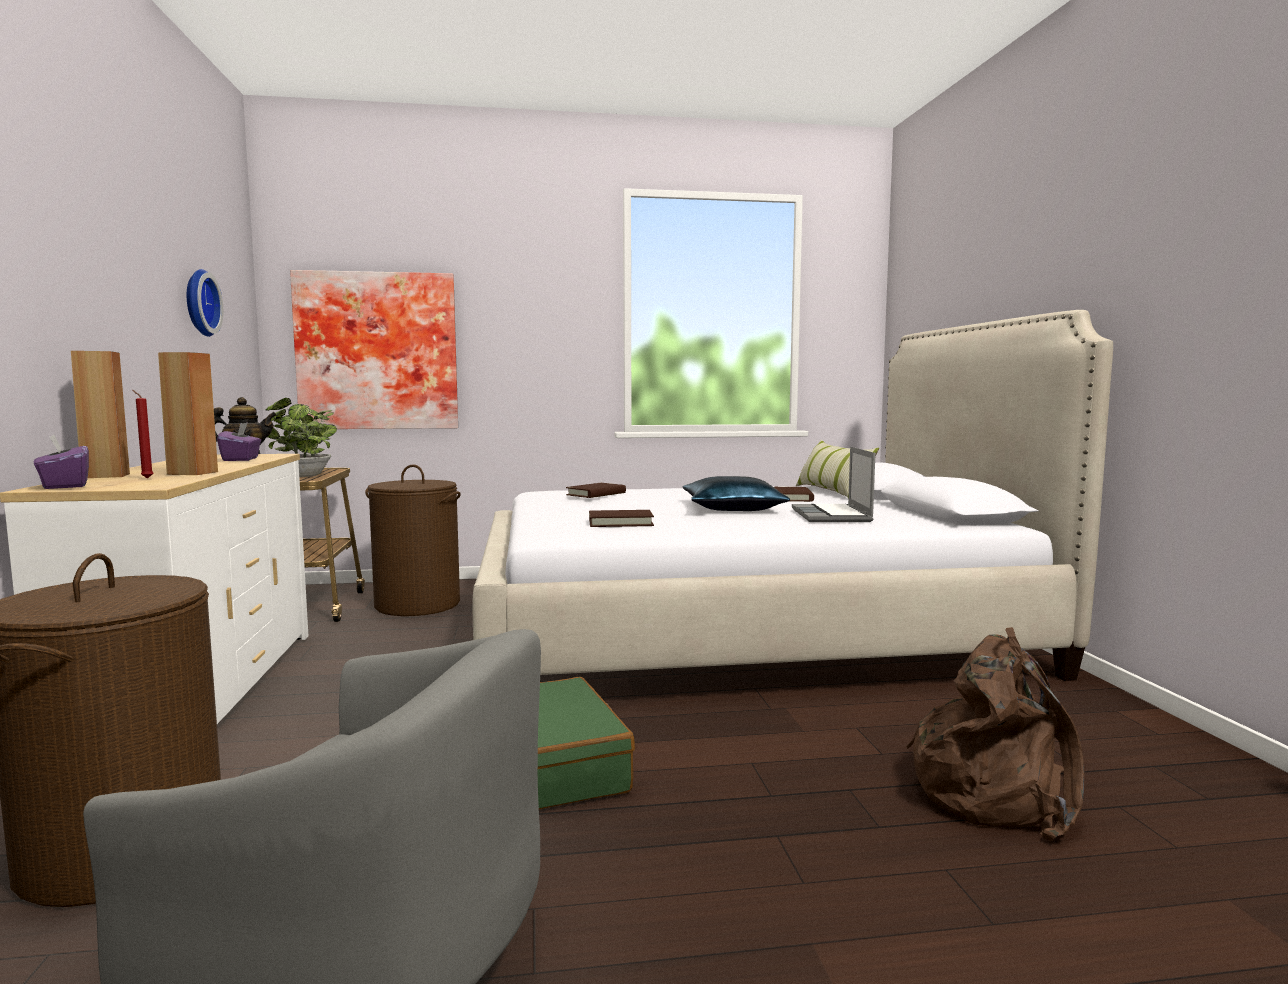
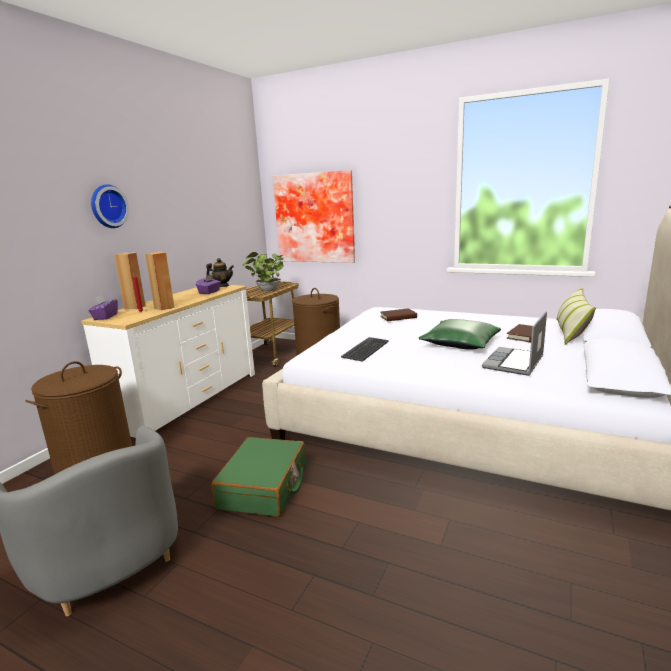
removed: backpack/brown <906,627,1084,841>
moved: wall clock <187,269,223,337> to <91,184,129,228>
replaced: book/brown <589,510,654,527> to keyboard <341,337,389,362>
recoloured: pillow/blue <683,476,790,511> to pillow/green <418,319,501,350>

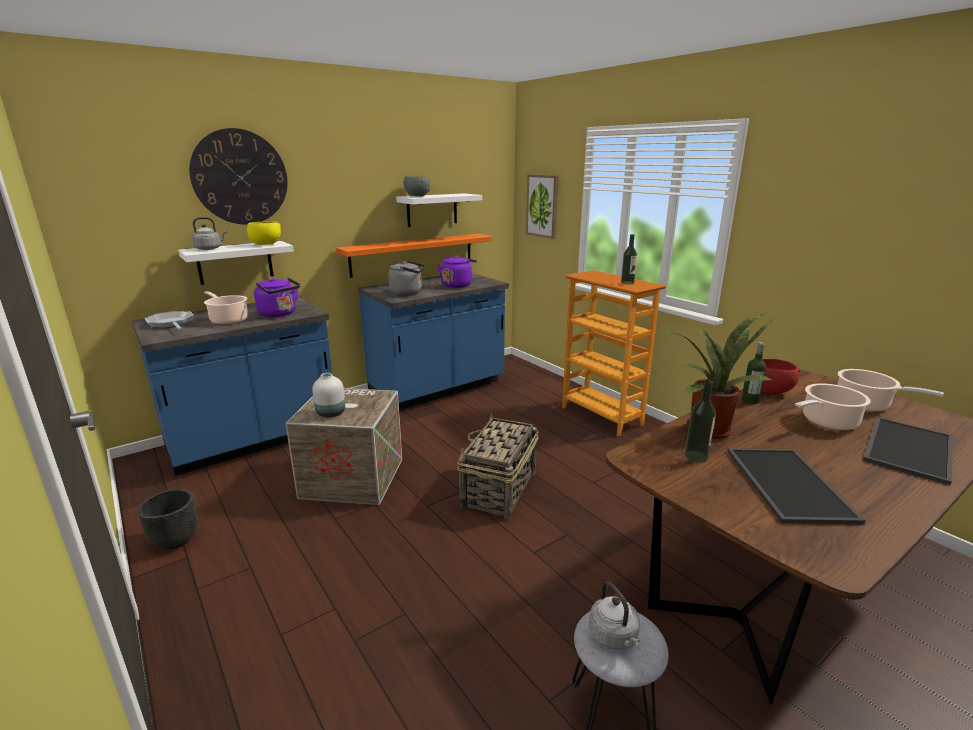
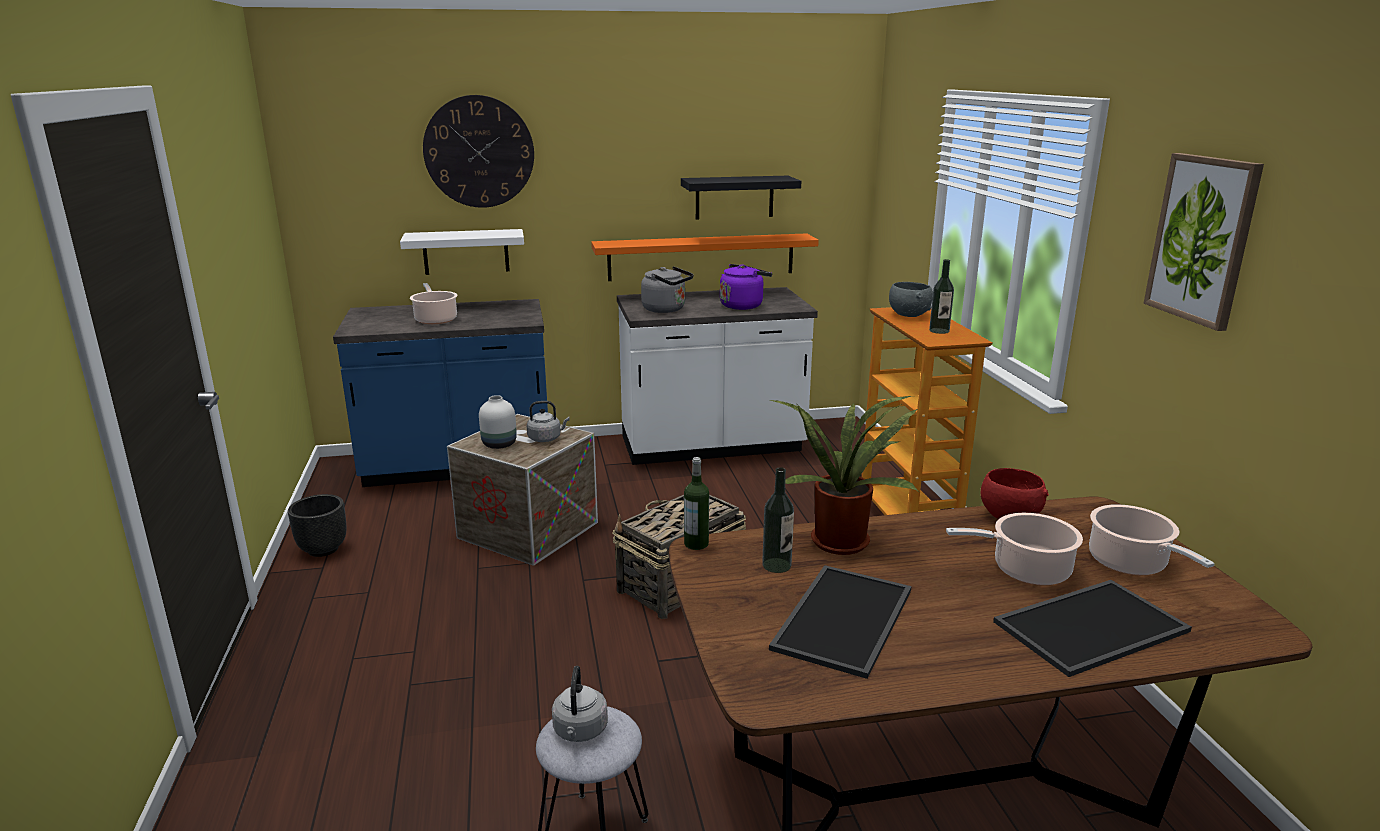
removed: bowl/yellow <247,221,281,245>; kettle/purple <254,277,300,317>; frying pan <145,311,194,330>
moved: picture <526,174,558,239> to <1144,153,1264,331>; bowl/grey <404,176,430,196> to <889,282,933,317>; kettle/grey <192,217,227,250> to <527,401,570,442>; bottle <741,342,766,404> to <684,457,709,550>
recoloured: shelf/white <396,193,482,227> to shelf/black <681,176,801,219>; counter/blue <358,273,509,410> to counter/white <617,287,818,465>

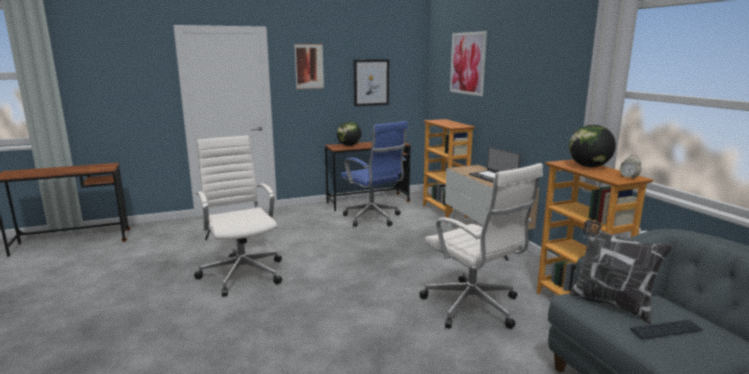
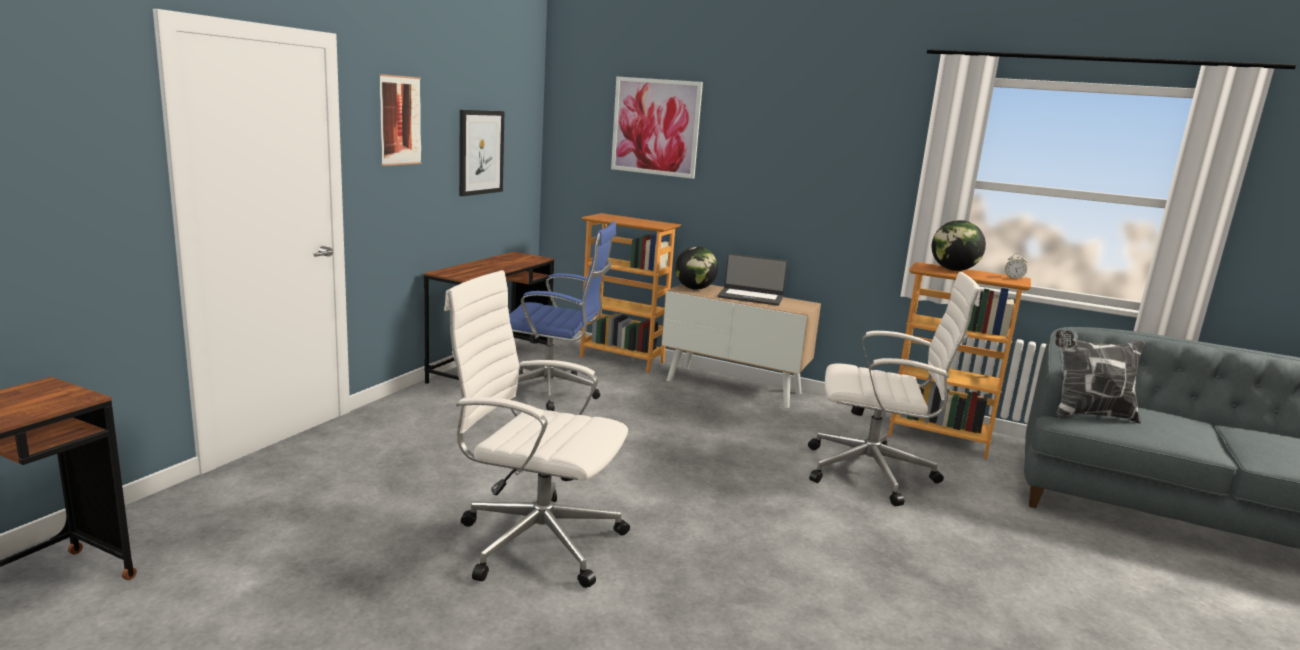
removed: keyboard <630,319,703,339>
moved: globe <337,121,362,146> to <675,247,718,290>

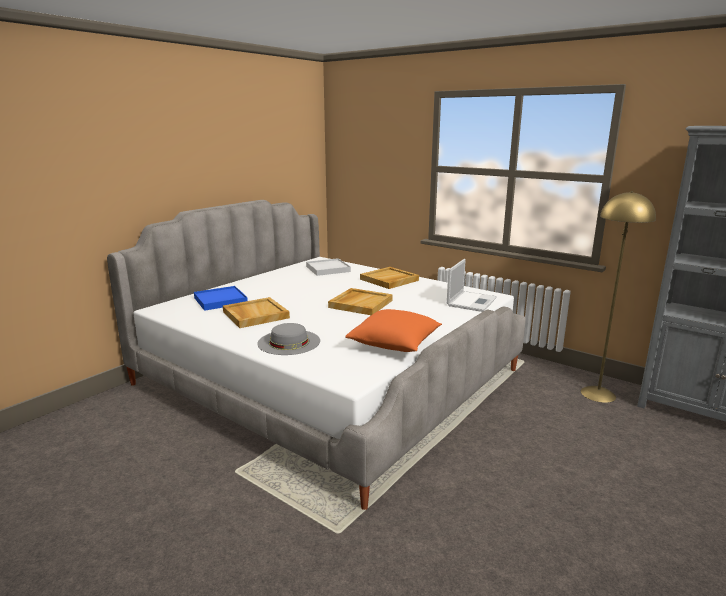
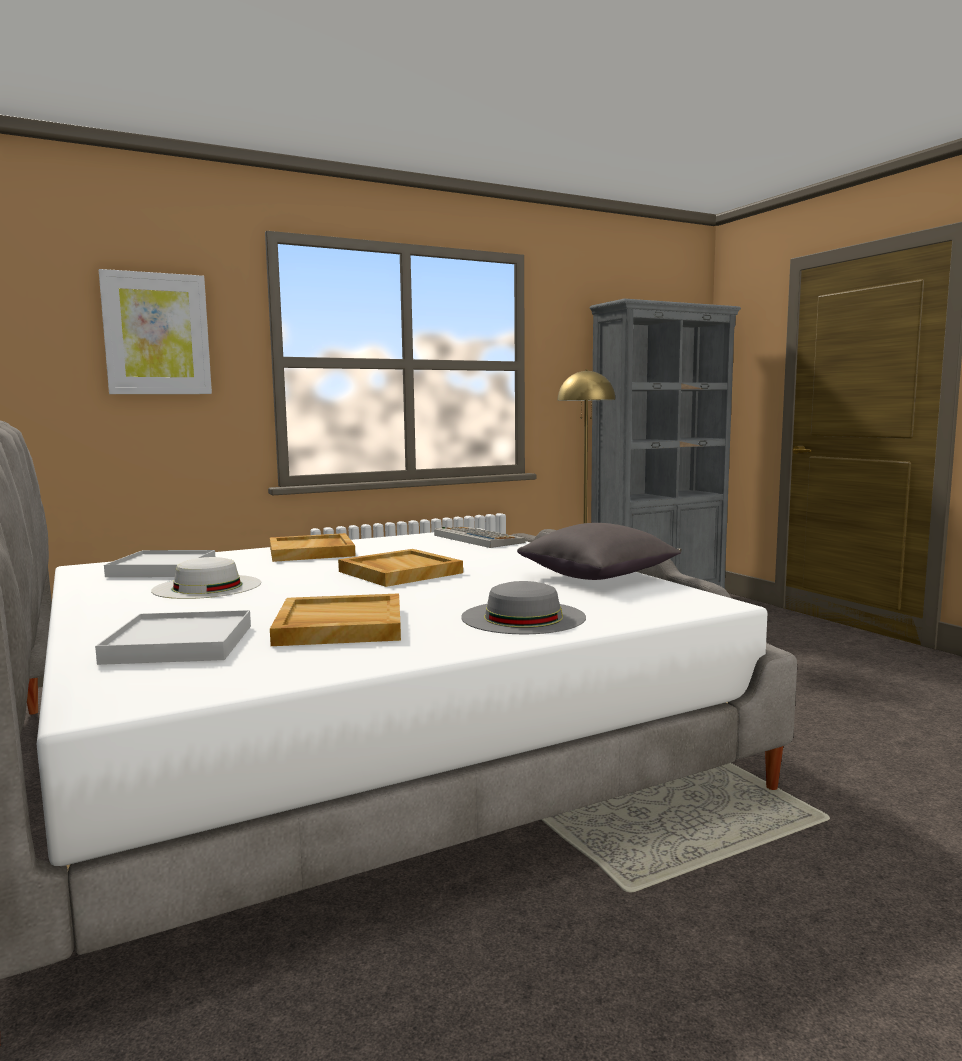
added: picture <99,269,212,394>; hat/white <151,557,261,599>
replaced: laptop <447,259,497,312> to keyboard <434,527,526,548>
recoloured: tray/blue <194,286,248,311> to tray/white <95,610,251,665>; pillow/orange <345,309,442,352> to pillow/grey <517,523,681,580>

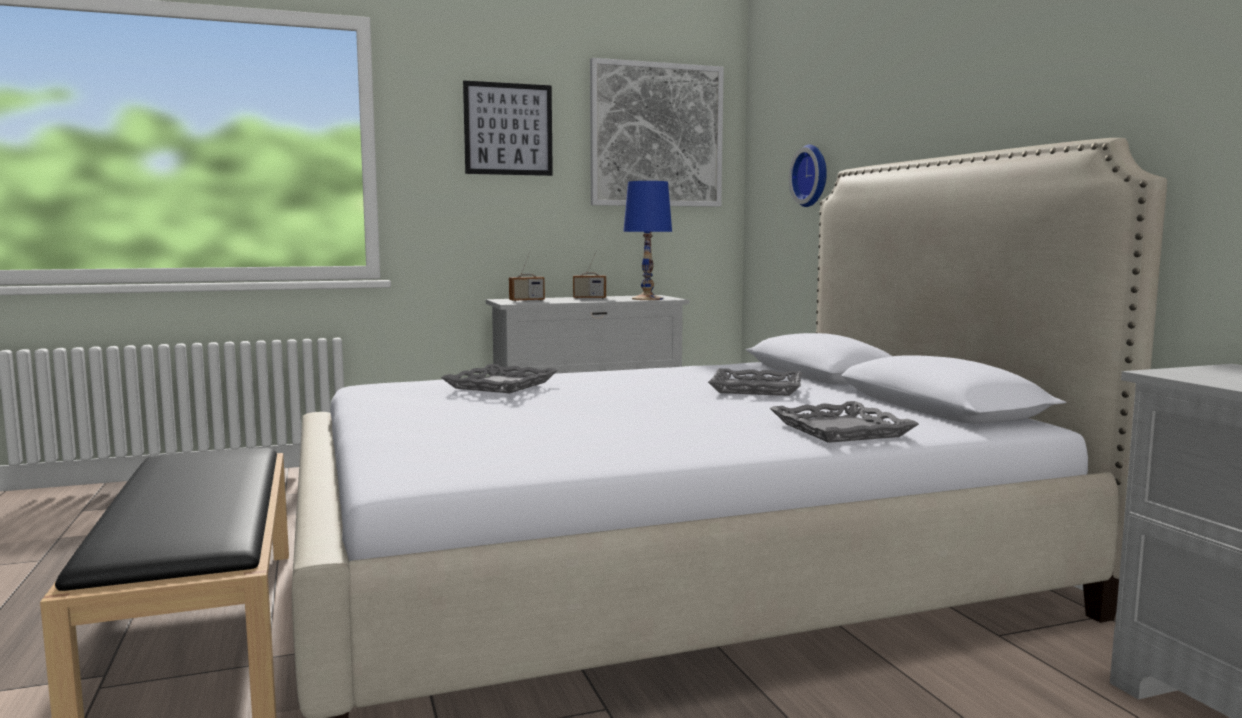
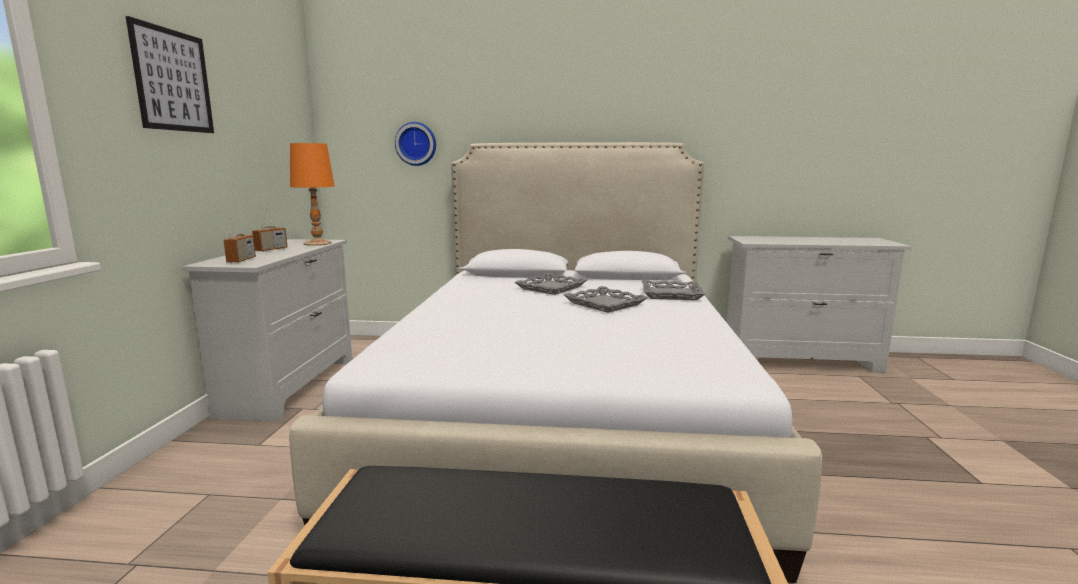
removed: picture <590,58,724,207>
moved: tray/grey <441,364,558,393> to <564,286,648,313>
recoloured: table lamp/blue <623,181,672,300> to table lamp/orange <290,143,335,246>

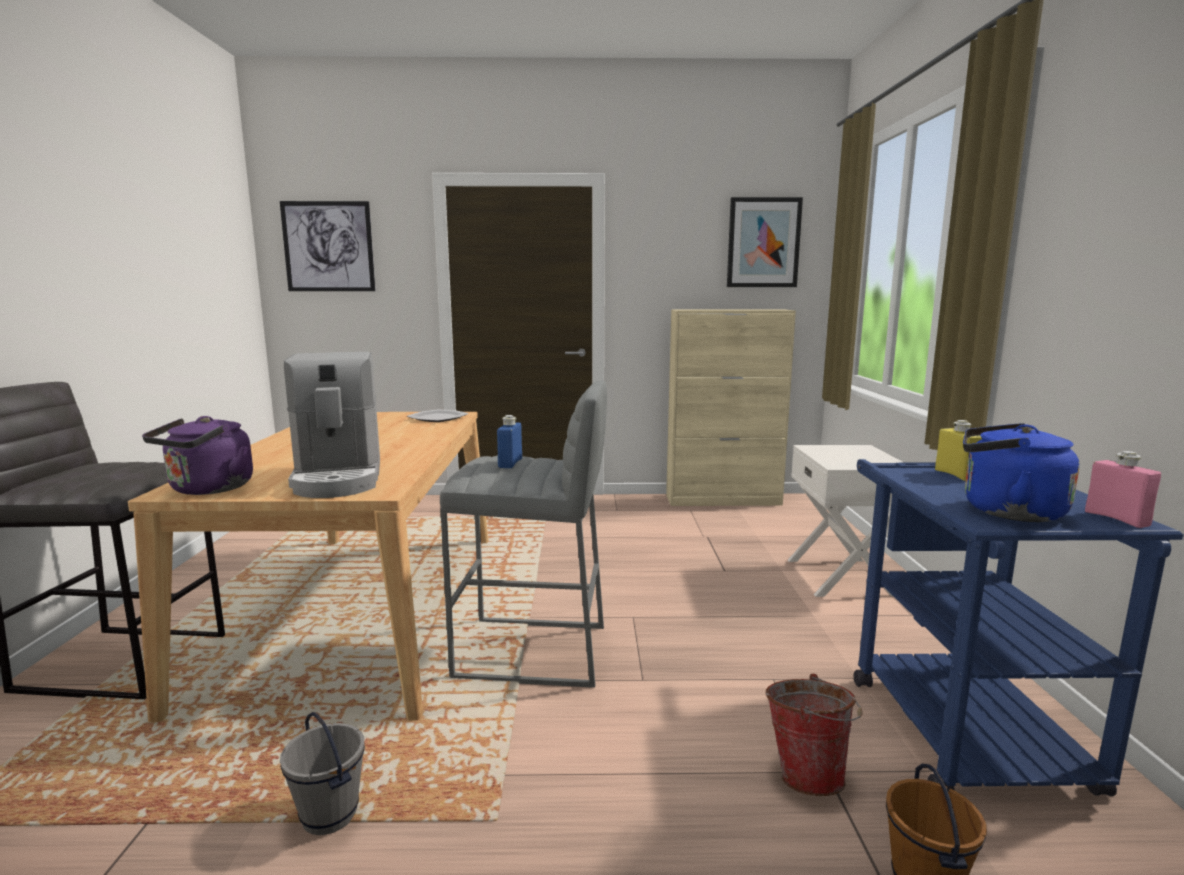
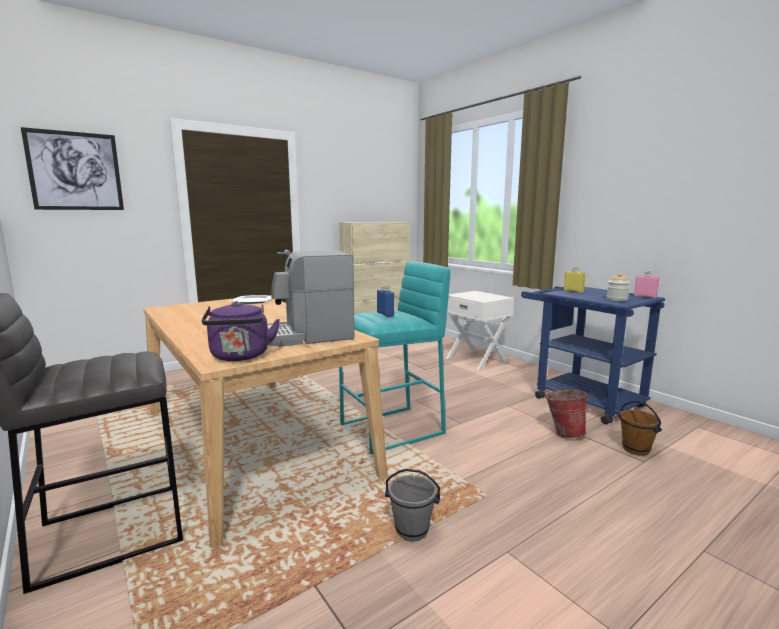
removed: picture <727,197,803,287>
replaced: kettle/blue <963,423,1080,522> to jar <606,273,630,301>
recoloured: stool/grey <440,380,607,688> to stool/turquoise <339,262,451,454>
turned: coffee machine <284,352,380,498> = <267,250,354,347> 120 degrees clockwise

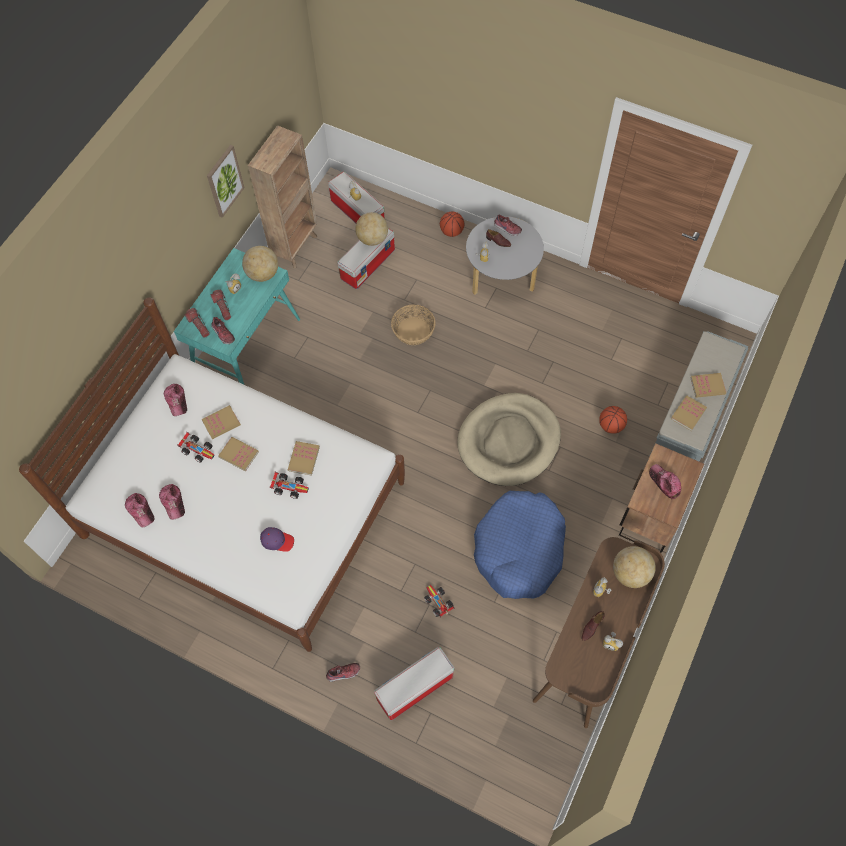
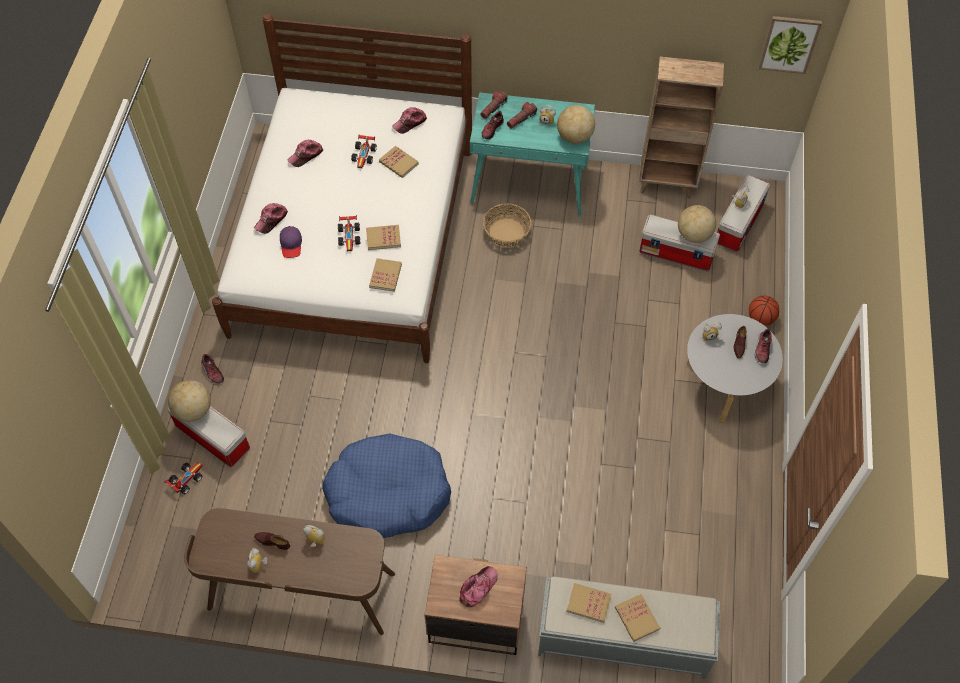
removed: dog bed/beige <457,393,561,486>; basketball <599,406,627,434>
moved: picture <207,145,245,218> to <759,16,822,74>; basket <391,305,436,345> to <483,203,532,247>; book <218,437,259,471> to <369,258,402,292>; cap <125,493,155,527> to <254,203,288,234>; globe <613,546,656,588> to <168,380,211,422>; toy car <424,585,455,618> to <164,462,203,494>

